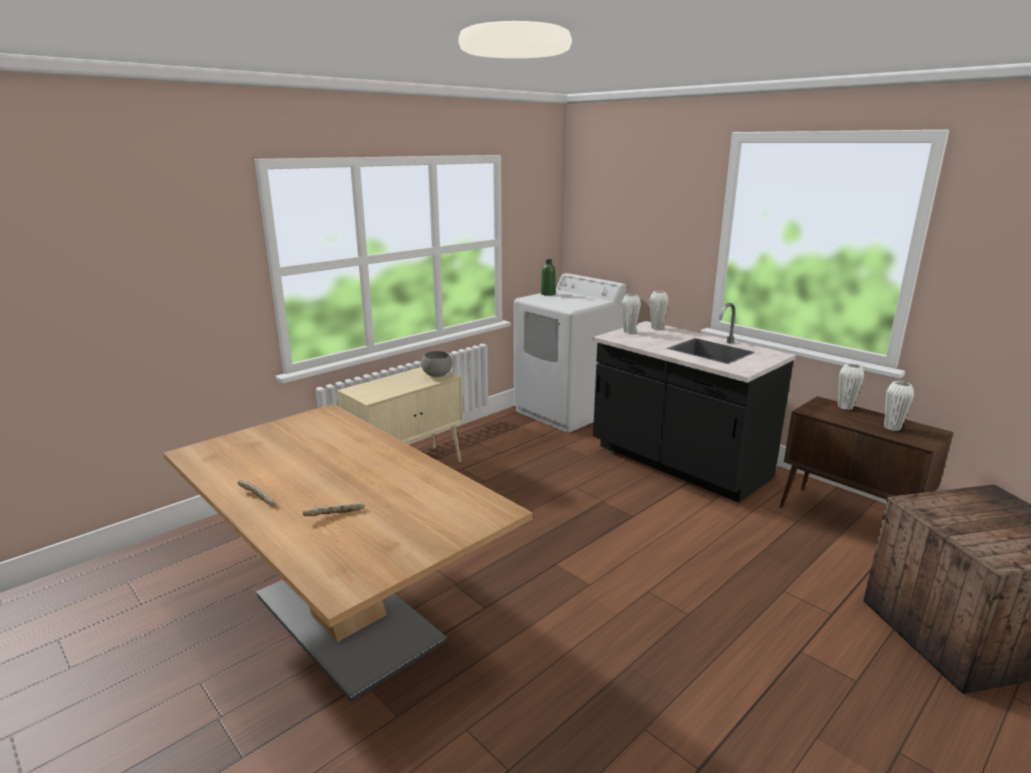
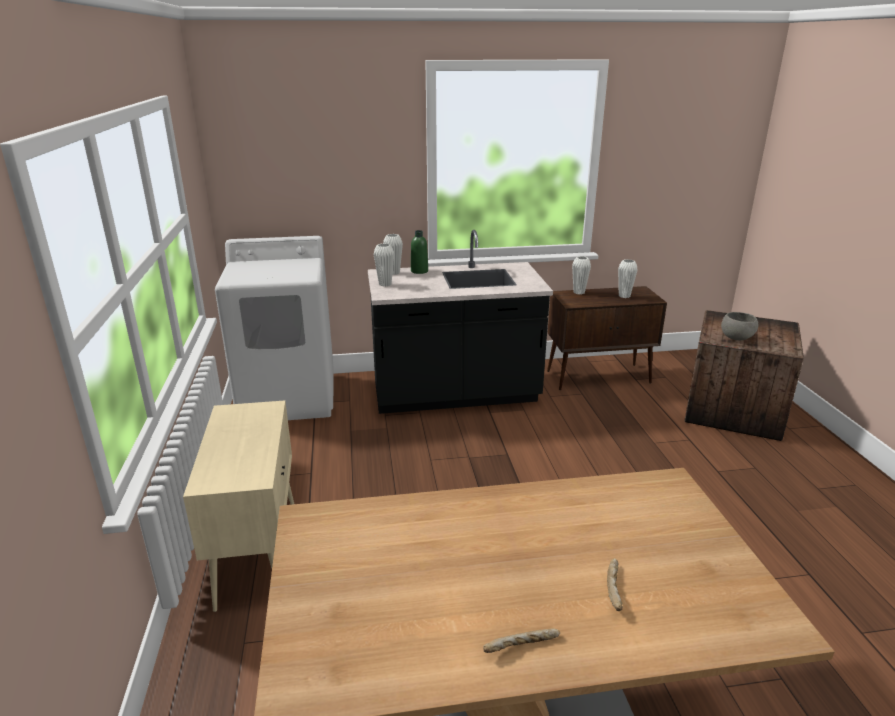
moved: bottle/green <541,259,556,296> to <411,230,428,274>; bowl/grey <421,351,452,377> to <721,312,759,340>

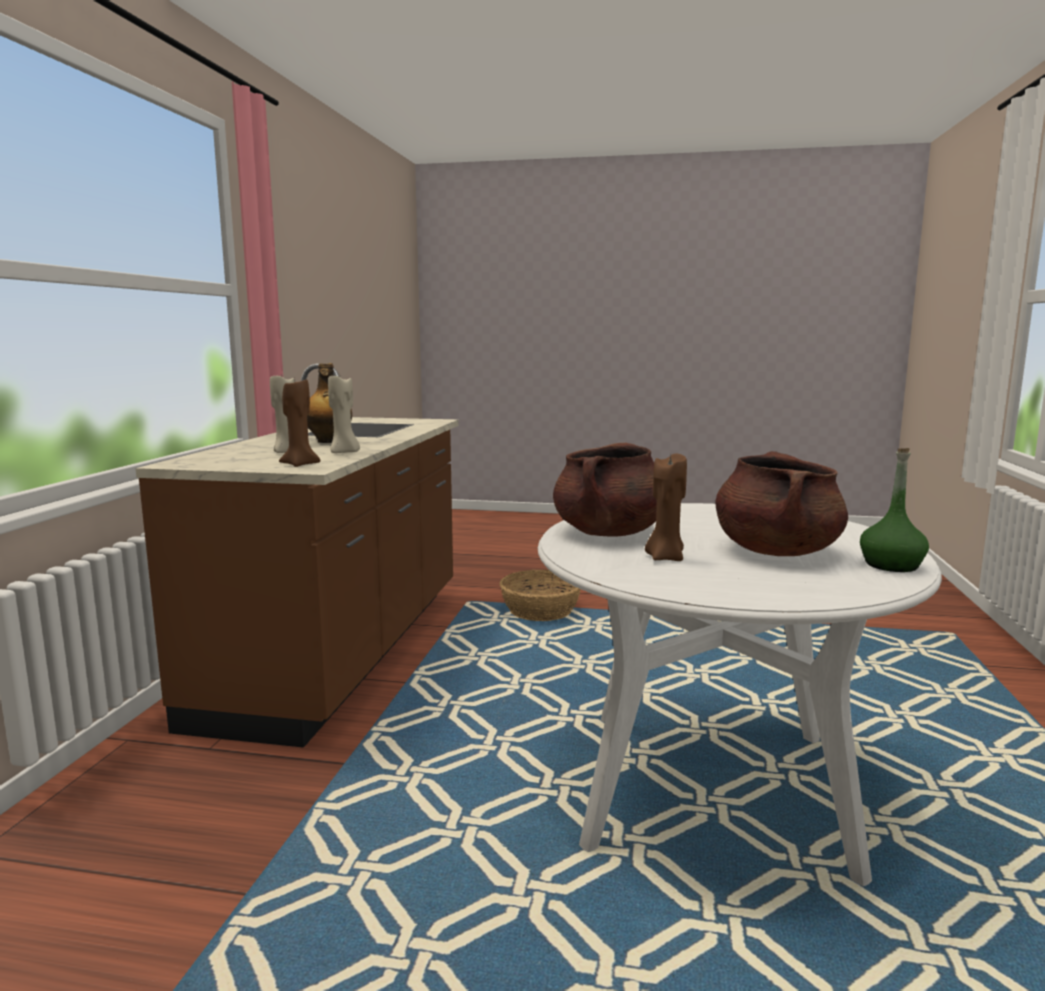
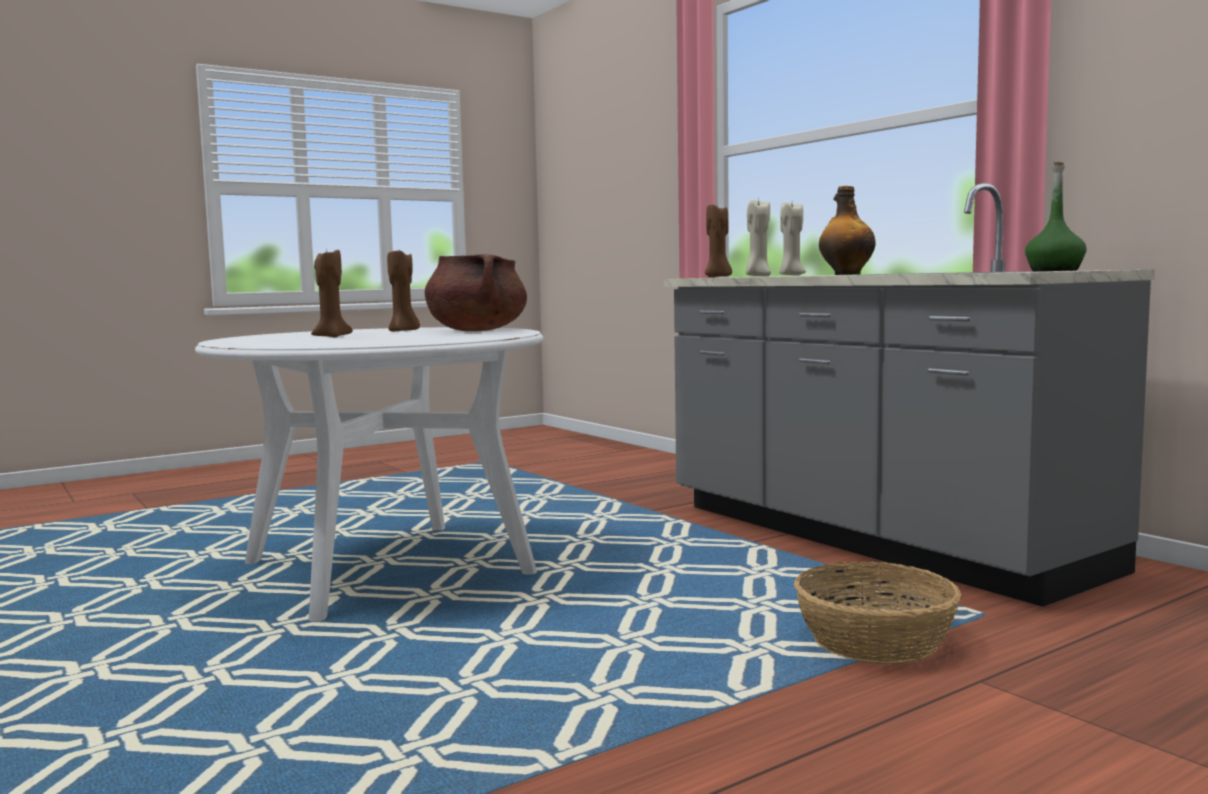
moved: bottle/green <860,448,929,572> to <1025,162,1087,271>
replaced: cooking pot/brown <715,451,848,556> to candle/brown <311,247,353,337>
recoloured: counter/brown <135,363,459,748> to counter/grey <664,183,1155,607>

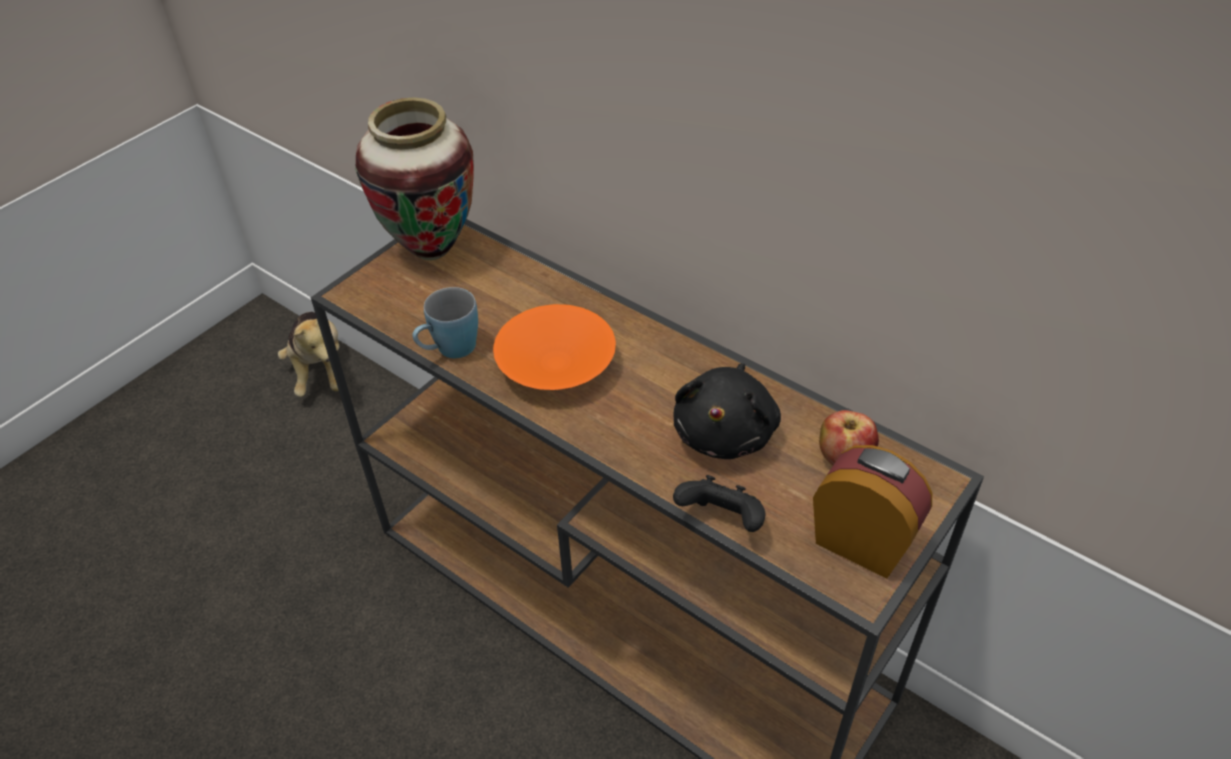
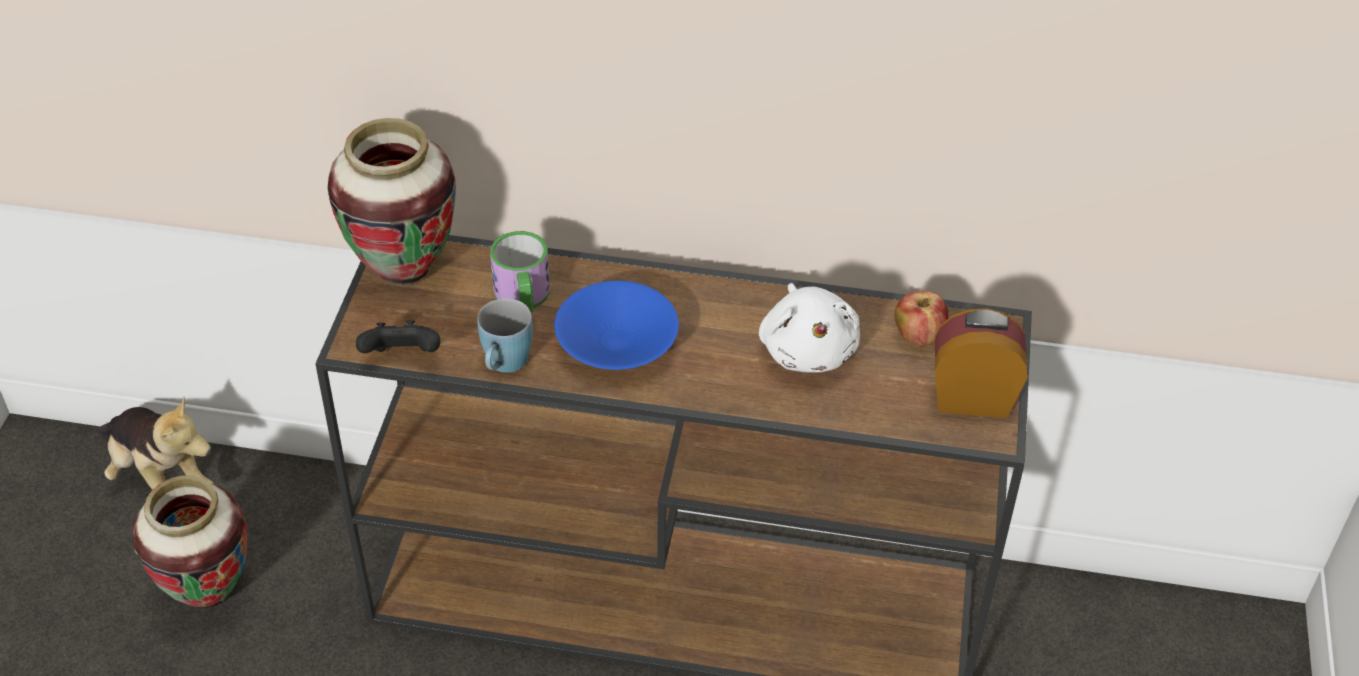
added: mug <490,231,550,313>; vase <133,475,247,608>
moved: game controller/black <673,475,766,532> to <356,320,440,353>
recoloured: bowl/orange <493,304,616,390> to bowl/blue <554,281,679,370>; plush toy/black <673,363,781,459> to plush toy/white <759,283,860,373>

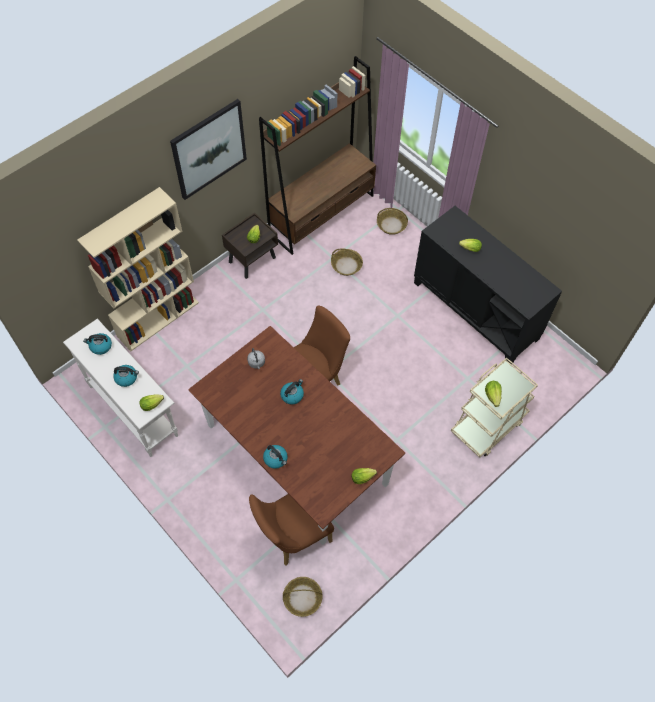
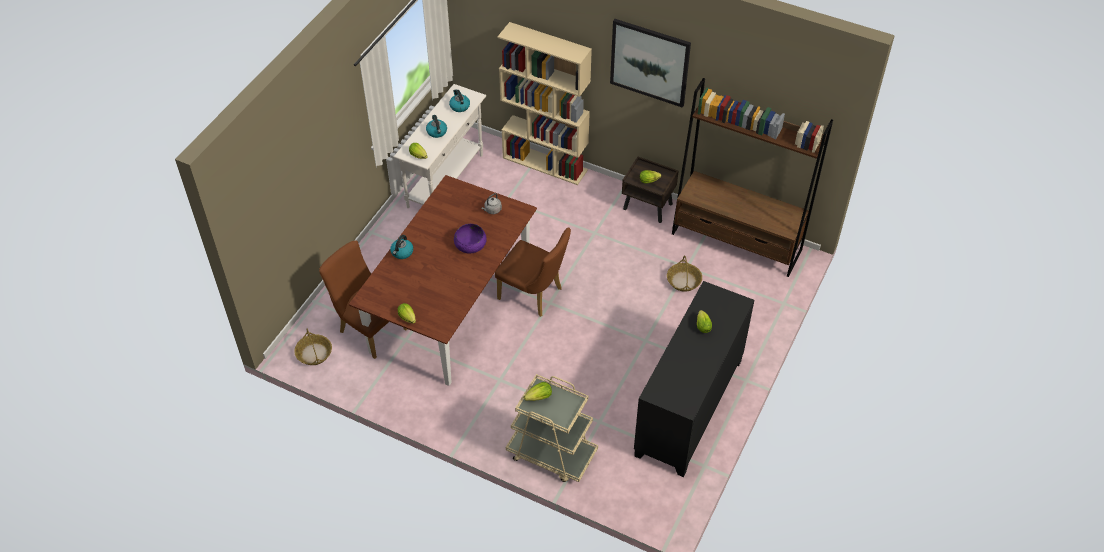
removed: basket <377,208,408,235>
replaced: kettle <280,379,304,405> to bowl/purple <454,224,487,254>

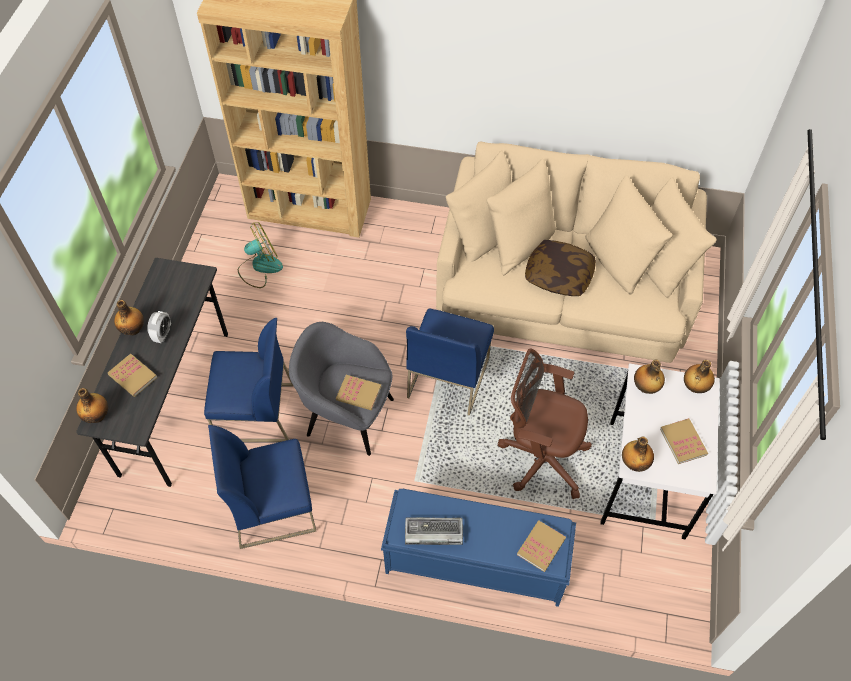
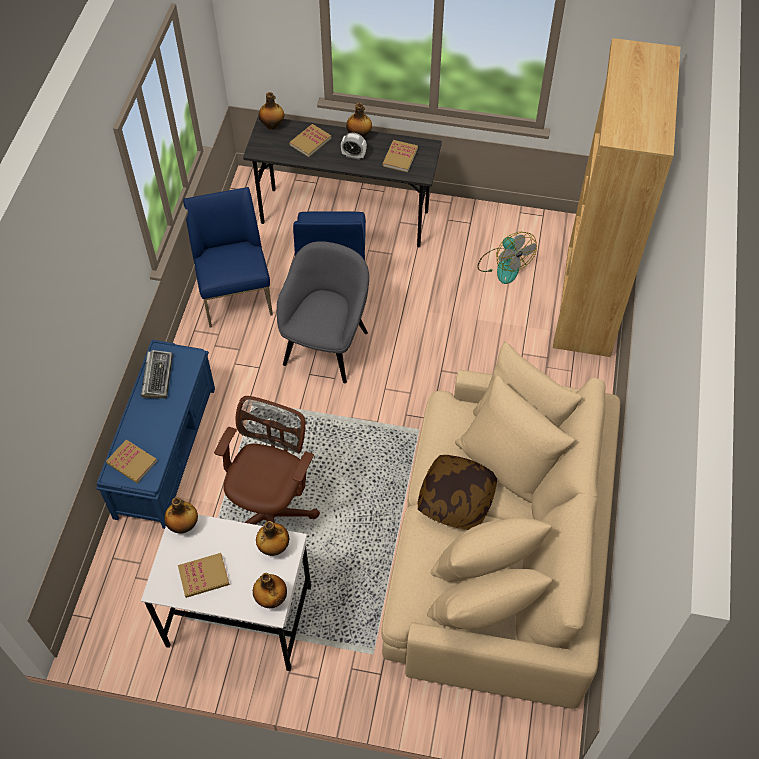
removed: chair/blue <406,308,494,415>
moved: book <336,375,381,411> to <383,140,418,172>

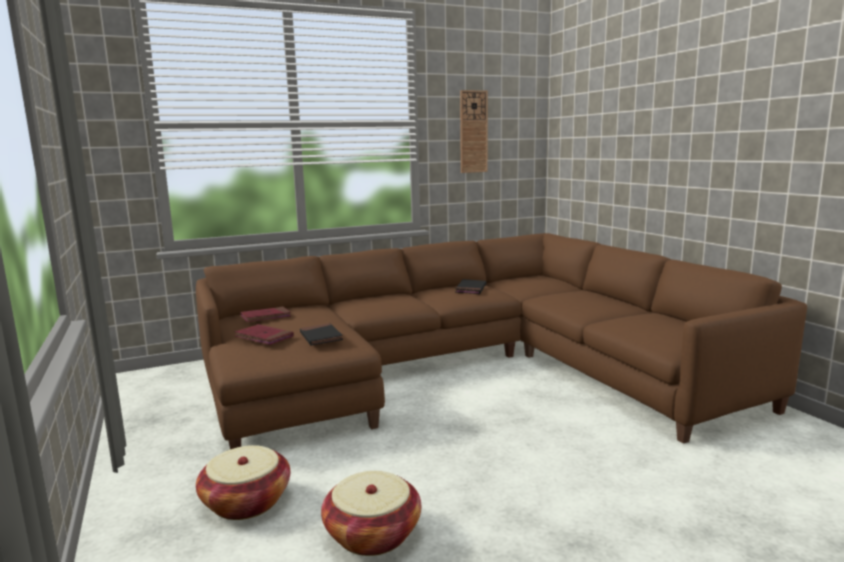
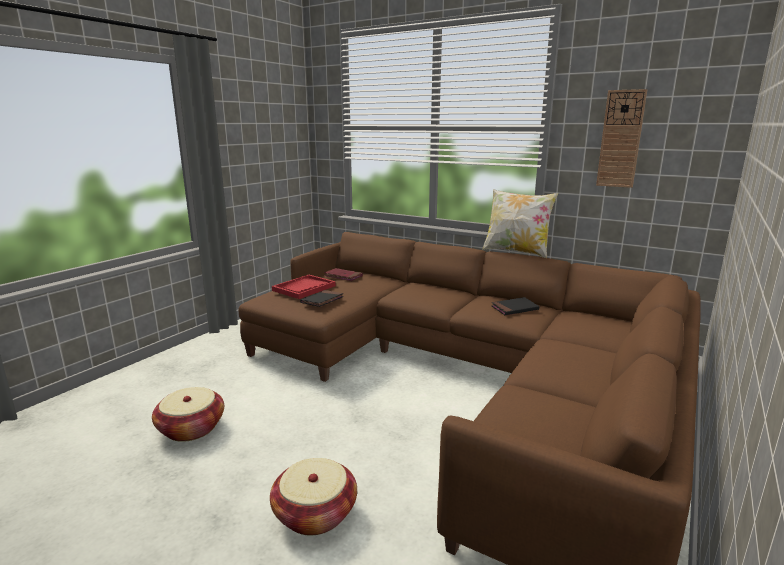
added: pillow <482,189,558,258>
moved: basket <196,445,290,520> to <270,458,357,536>
replaced: book/red <235,324,294,345> to tray/red <272,275,336,299>

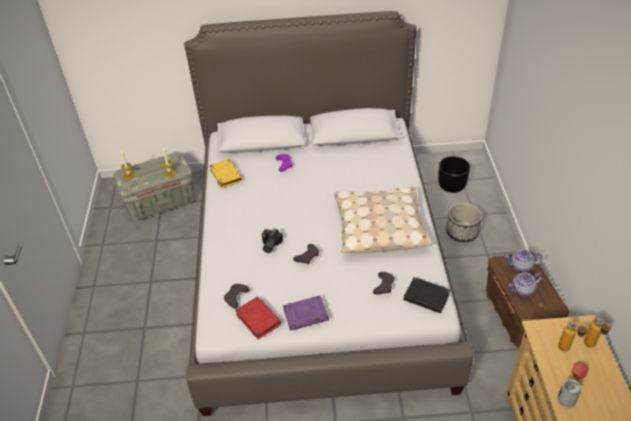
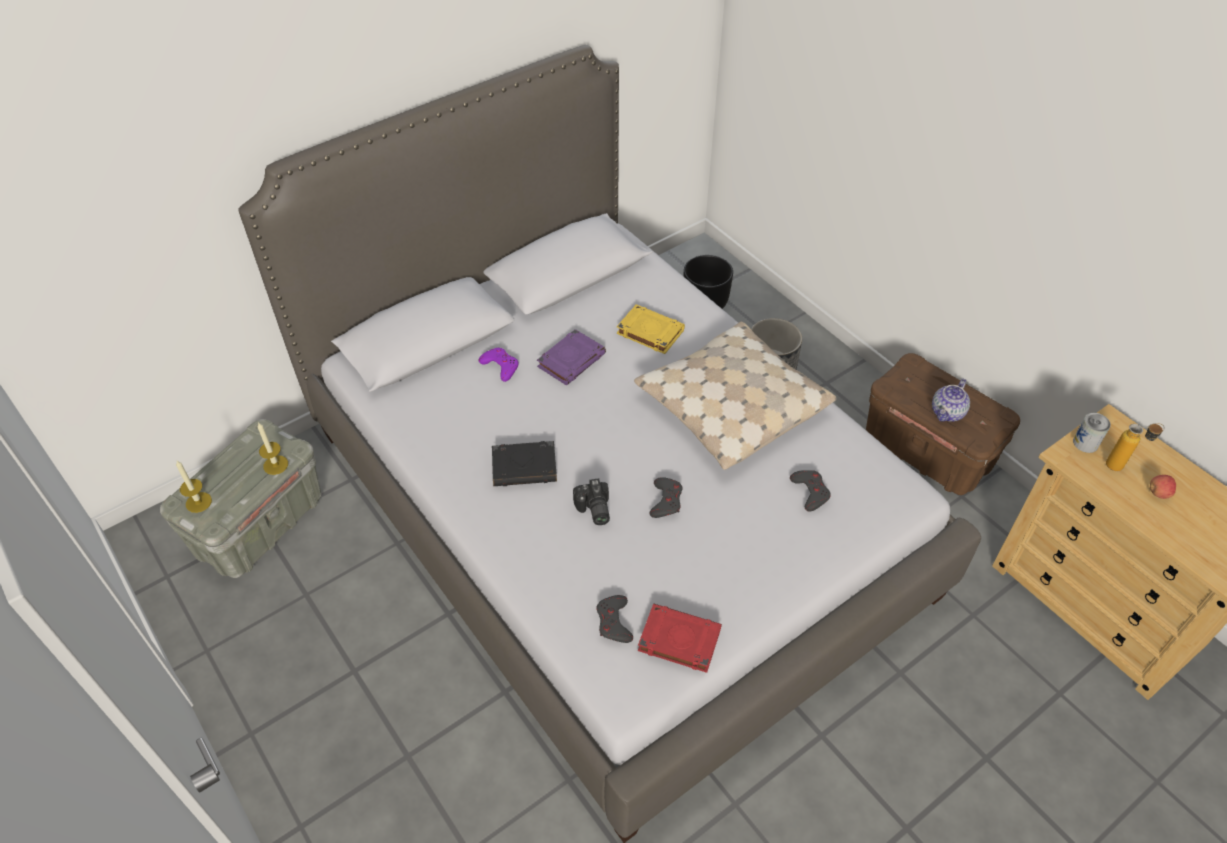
removed: teapot <505,249,542,273>; bottle <584,317,611,347>
moved: book/yellow <209,159,242,188> to <617,304,685,354>; book/black <403,277,450,313> to <492,441,557,486>; book/purple <283,296,329,331> to <537,329,606,385>; can <557,379,582,408> to <1073,413,1111,453>

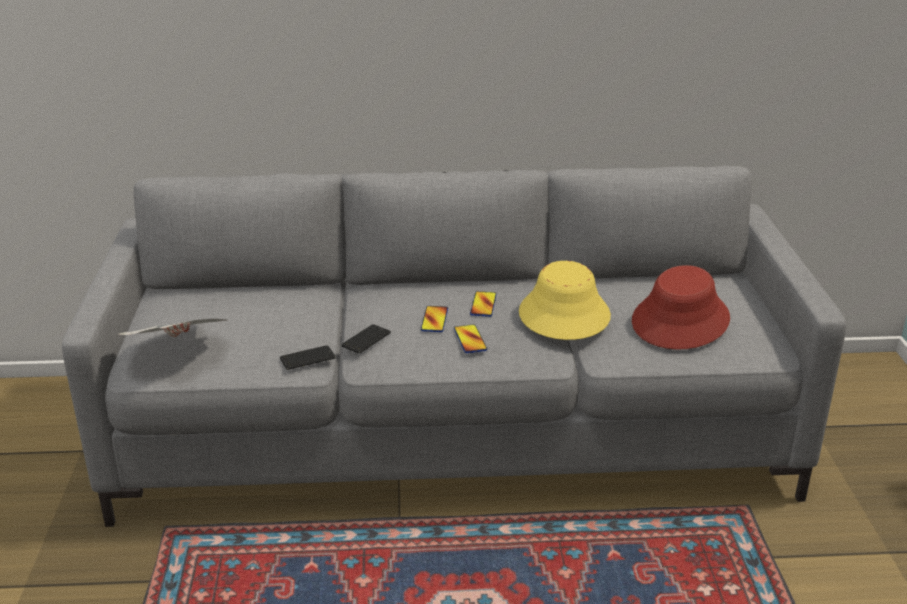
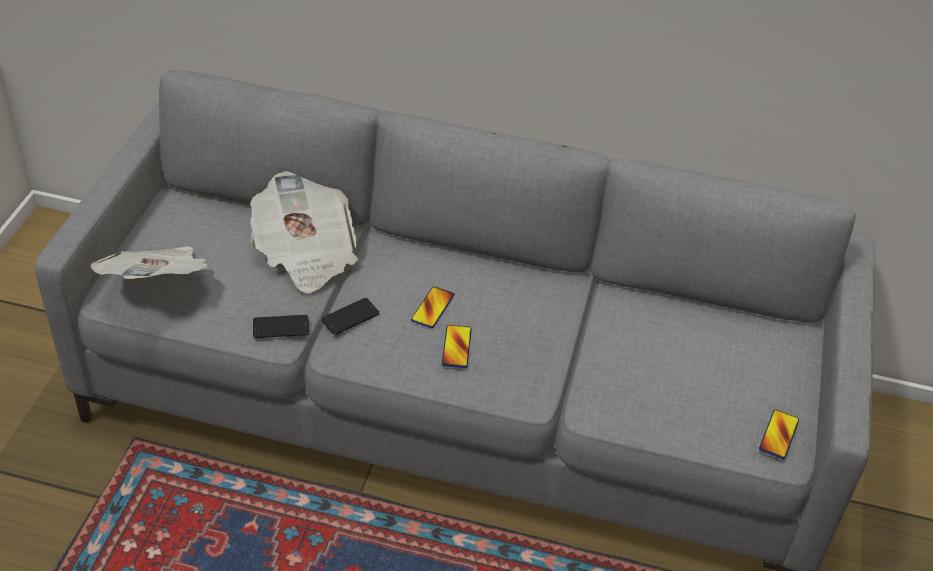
removed: hat/yellow <519,261,611,340>; hat/red <632,265,730,350>
added: newspaper <250,171,358,293>
moved: phone <470,291,496,317> to <759,409,799,459>

